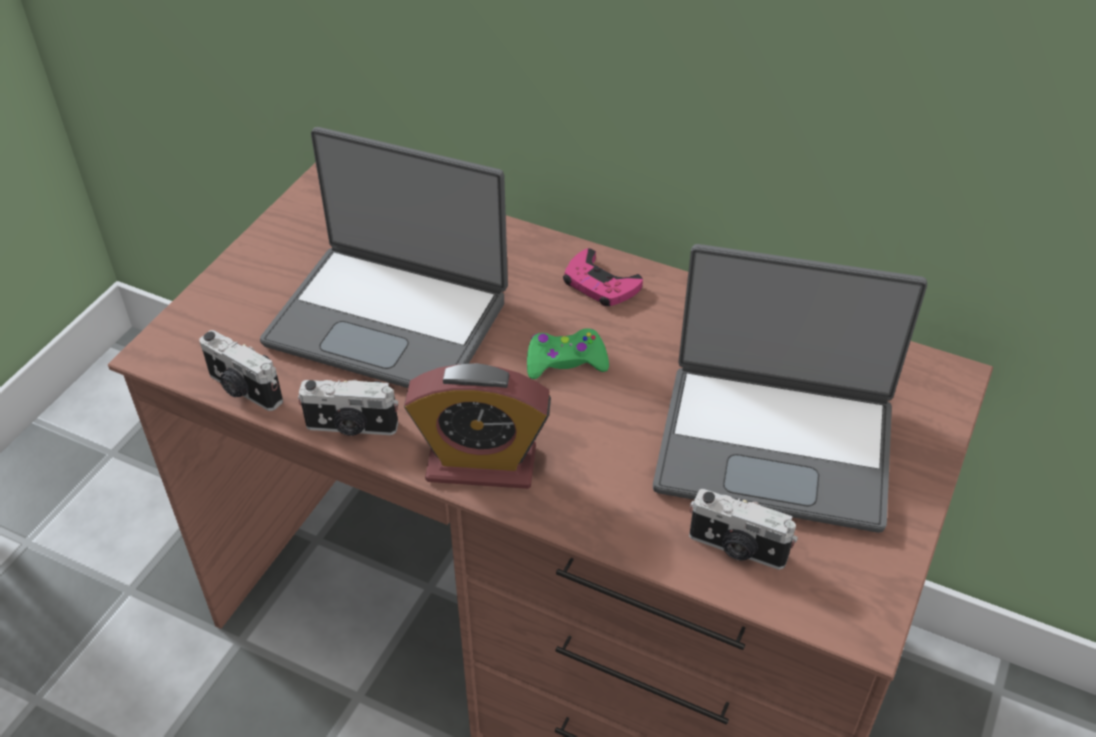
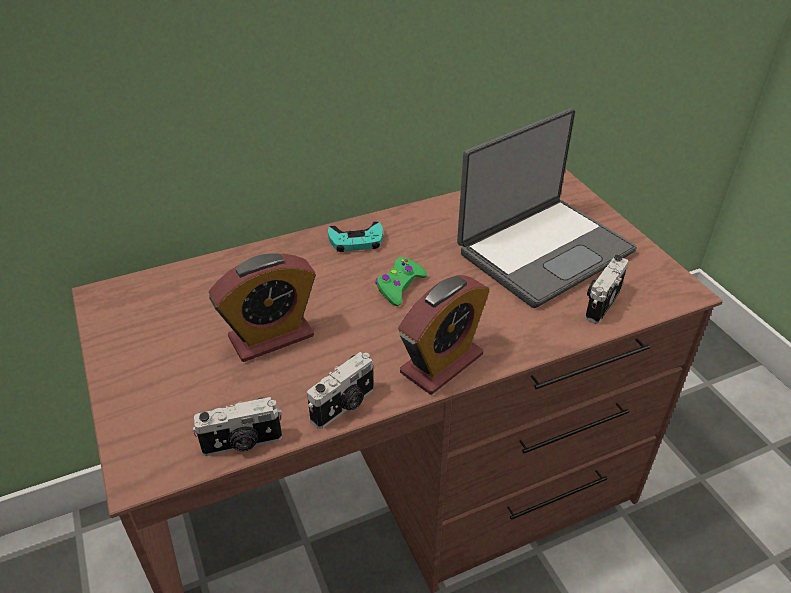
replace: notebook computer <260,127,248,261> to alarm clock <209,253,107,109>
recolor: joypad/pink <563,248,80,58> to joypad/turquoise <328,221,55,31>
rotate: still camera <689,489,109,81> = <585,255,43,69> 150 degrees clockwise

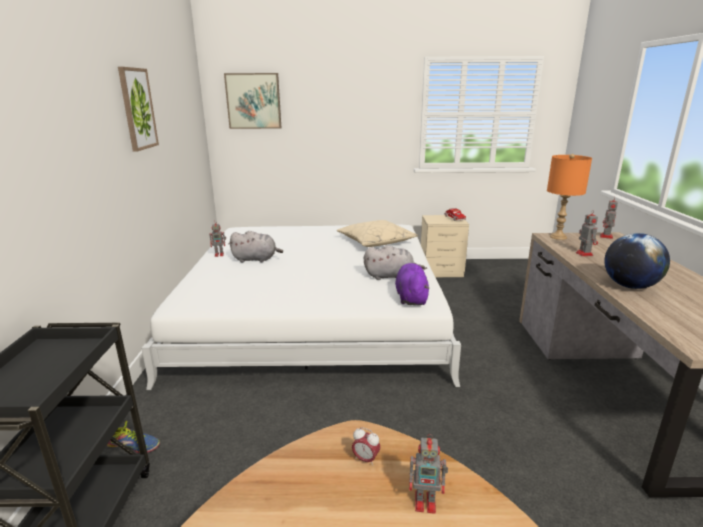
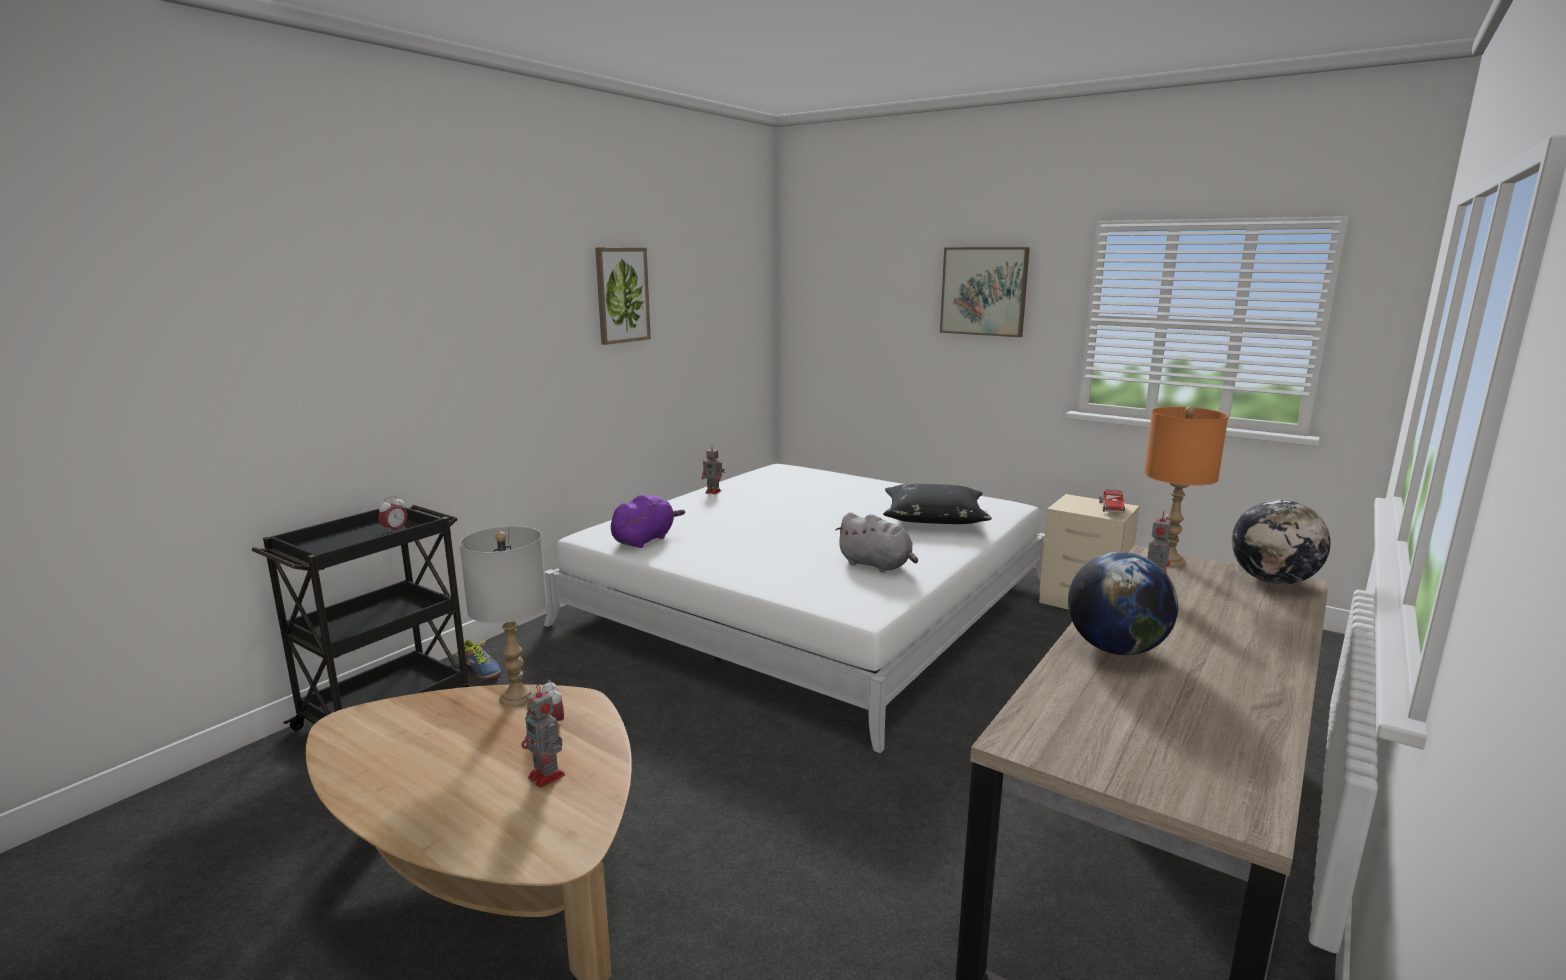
delete: soft toy/greyish <229,231,54,32>
insert: alarm clock <378,496,30,38>; tabletop lamp/greyish <459,526,88,180>
move: soft toy/purplish <395,263,34,42> to <611,495,74,53>; wall picture <224,73,57,56> to <940,247,90,90>
replace: toy robot <600,197,18,42> to desk globe <1232,500,98,84>
recolor: throw pillow/sand-coloured <337,220,81,27> to throw pillow/blackish <883,484,109,40>

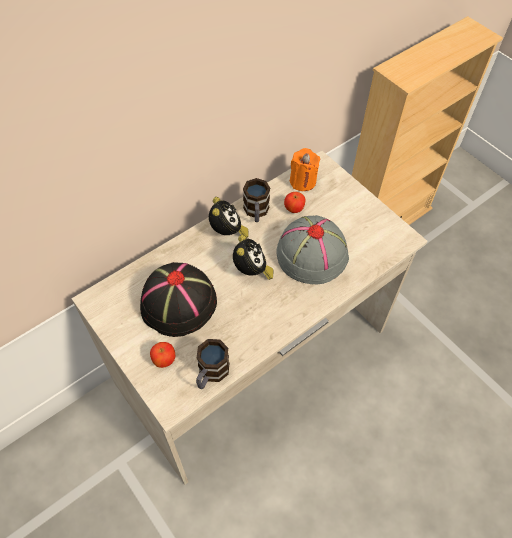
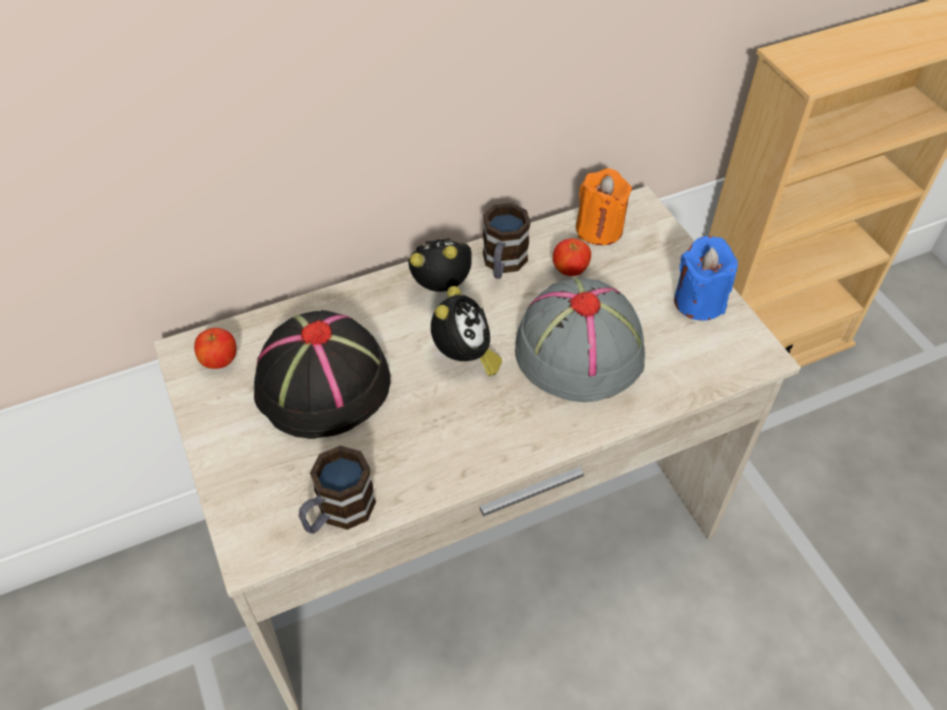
insert: wax light/blue-coloured <674,236,64,85>
move: apple fruit <150,342,25,26> to <194,328,42,41>
rotate: alarm clock <209,197,40,41> = <408,238,64,54> 105 degrees counterclockwise

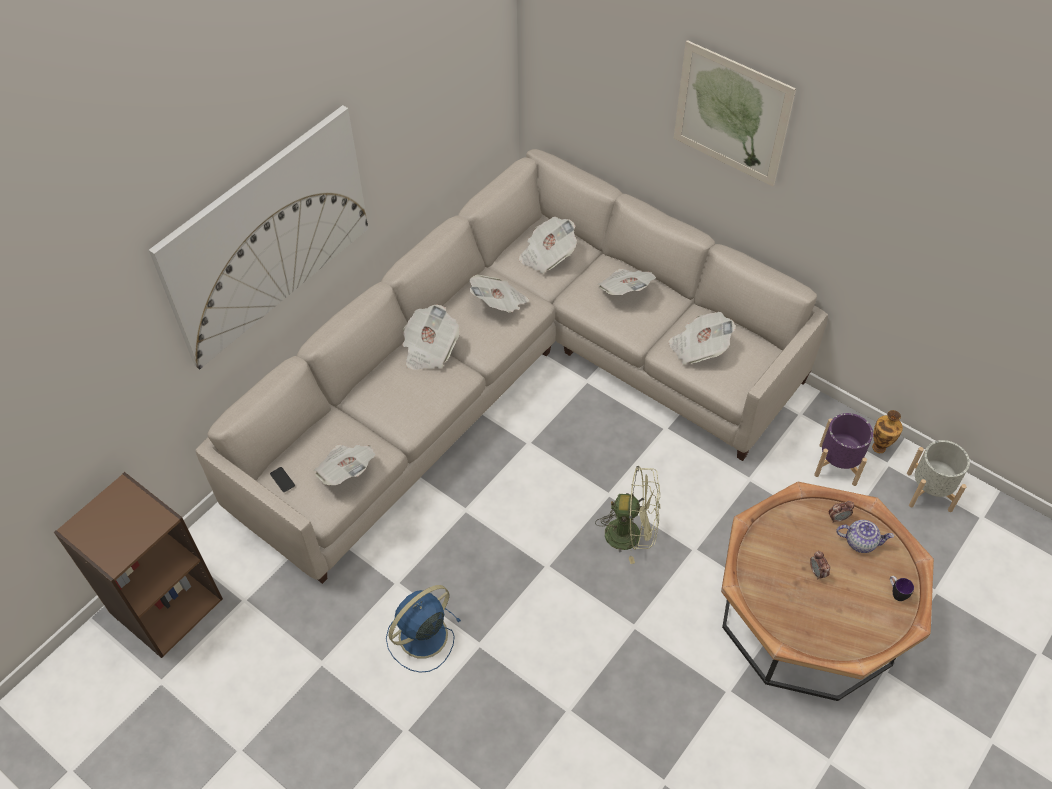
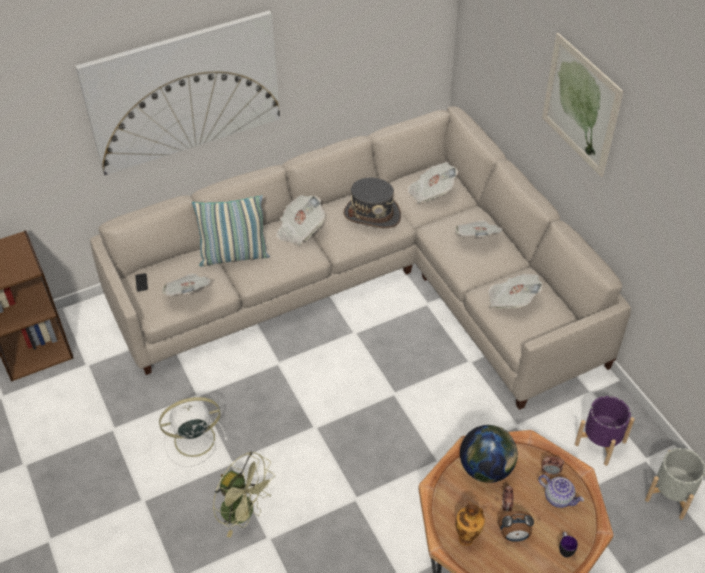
insert: throw pillow <192,195,78,72>; desk globe <460,425,58,58>; alarm clock <498,511,36,31>
move: electric fan/green-coloured <595,466,65,98> to <213,451,62,87>; decorative vase <872,410,31,43> to <456,503,29,43>
replace: daily paper <469,275,60,38> to clothing hat/greyish <343,178,58,50>
recolor: electric fan/blue-coloured <386,585,75,88> to electric fan/white-coloured <159,397,69,70>

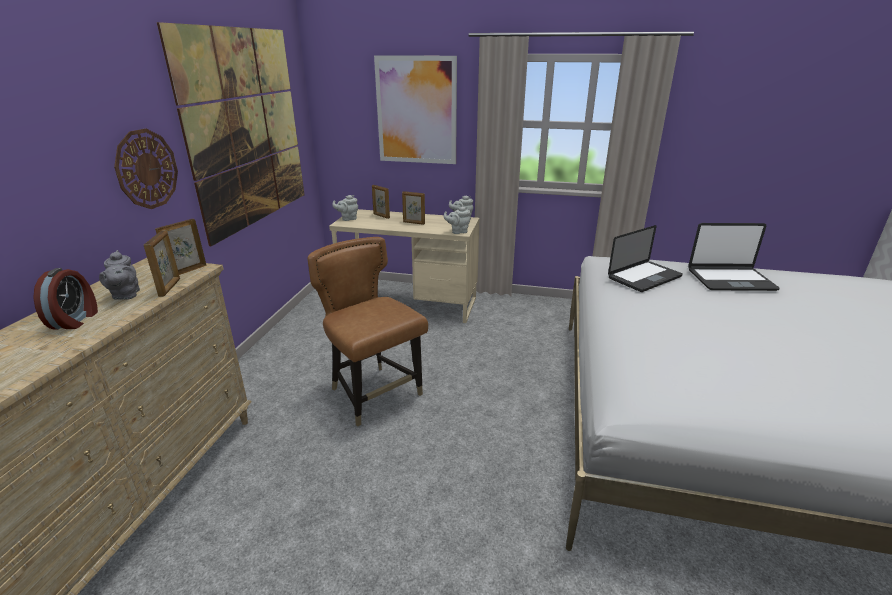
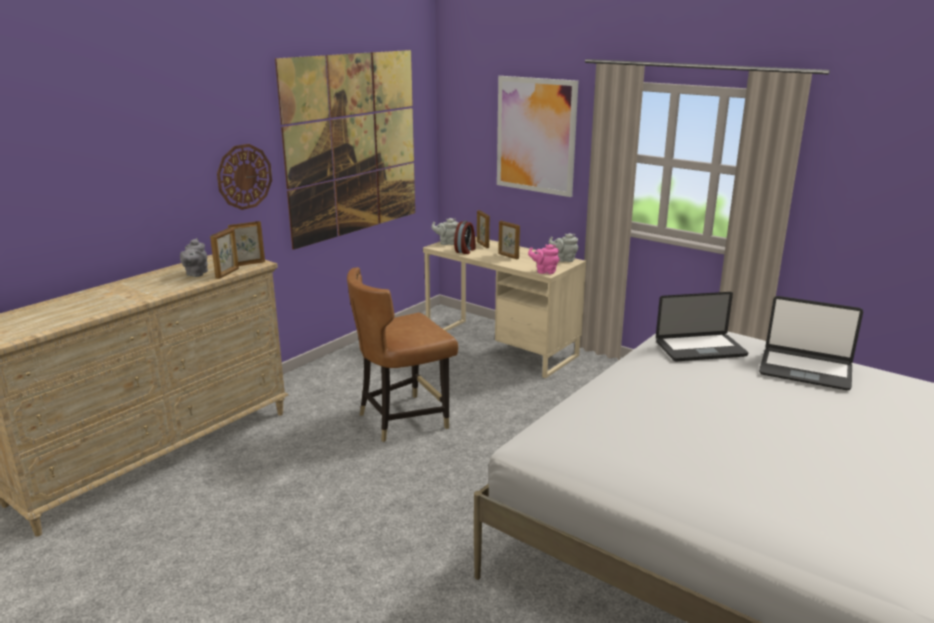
move: alarm clock <33,268,65,62> to <454,221,22,33>
recolor: pot for tea/greyish <443,206,27,28> to pot for tea/pink <528,244,31,30>
rotate: chair/brown-coloured <307,237,121,190> = <347,267,111,175> 105 degrees counterclockwise

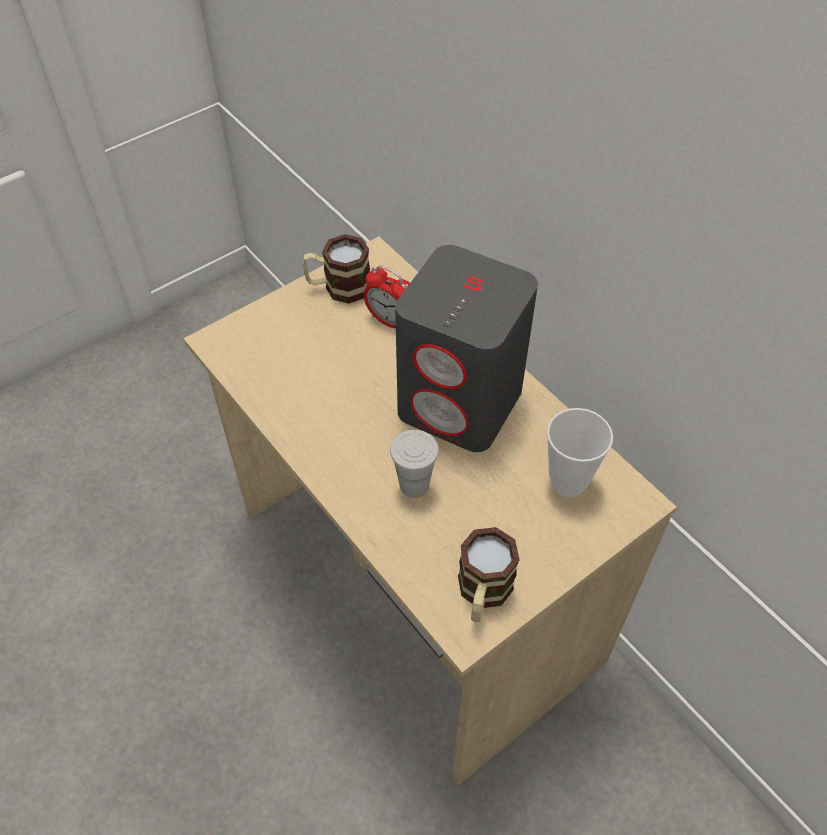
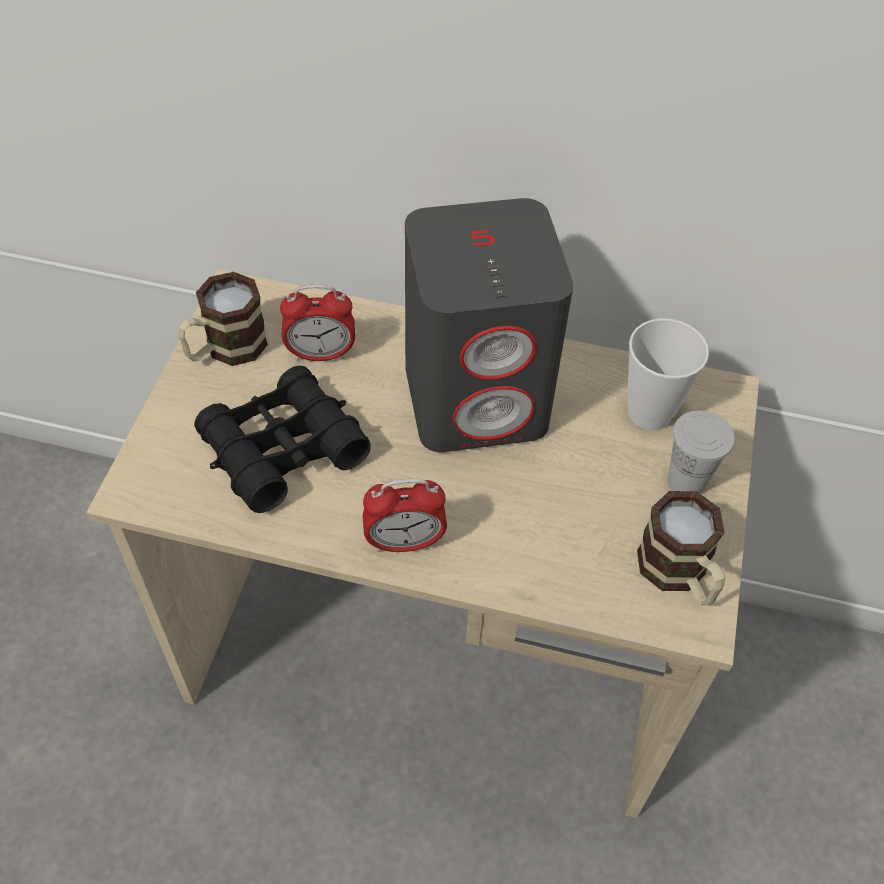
insert: pair of binoculars/blackish <194,366,177,147>; alarm clock <363,479,84,73>
move: drinking cup/white-coloured <390,430,49,68> to <668,410,67,84>

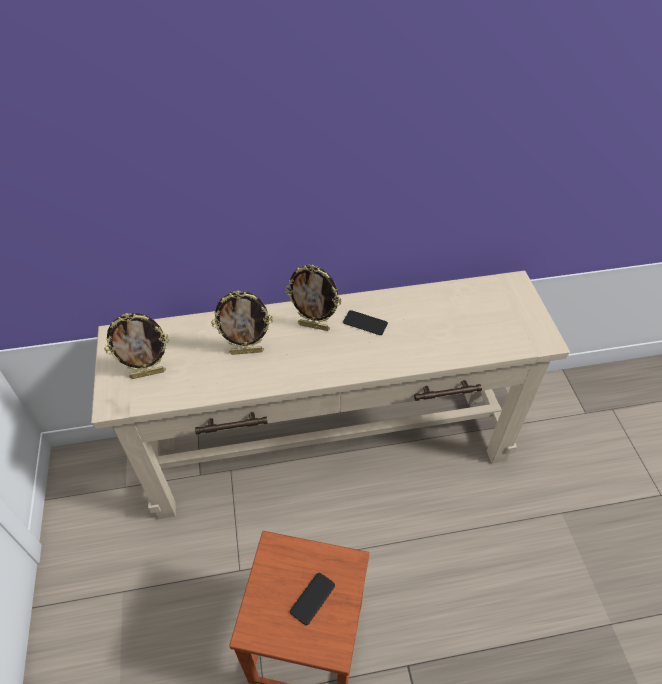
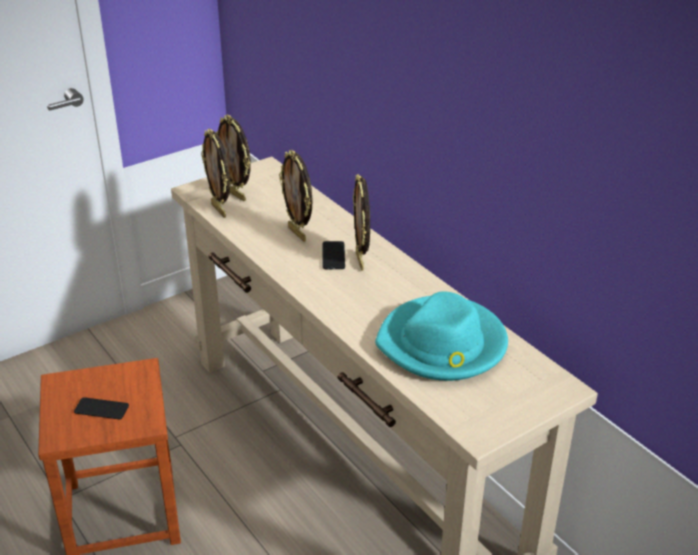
insert: picture frame <201,128,29,90>; clothing hat/turquoise <375,292,133,89>
move: phone <343,310,45,25> to <323,241,22,28>

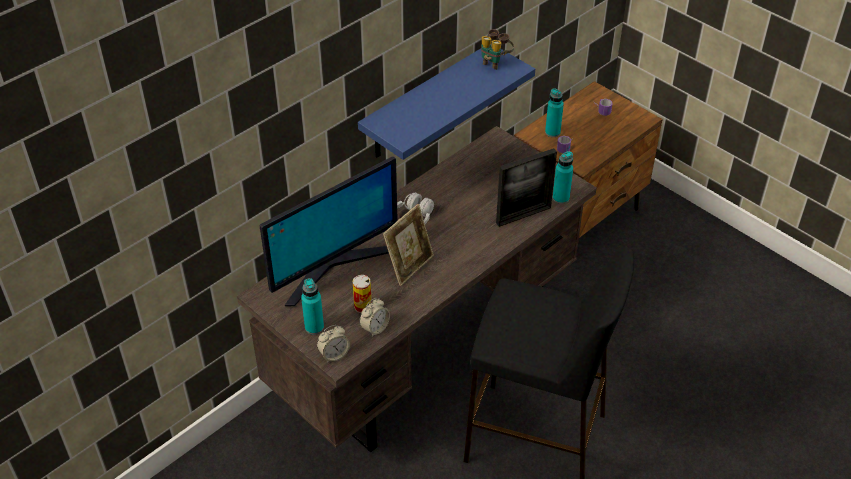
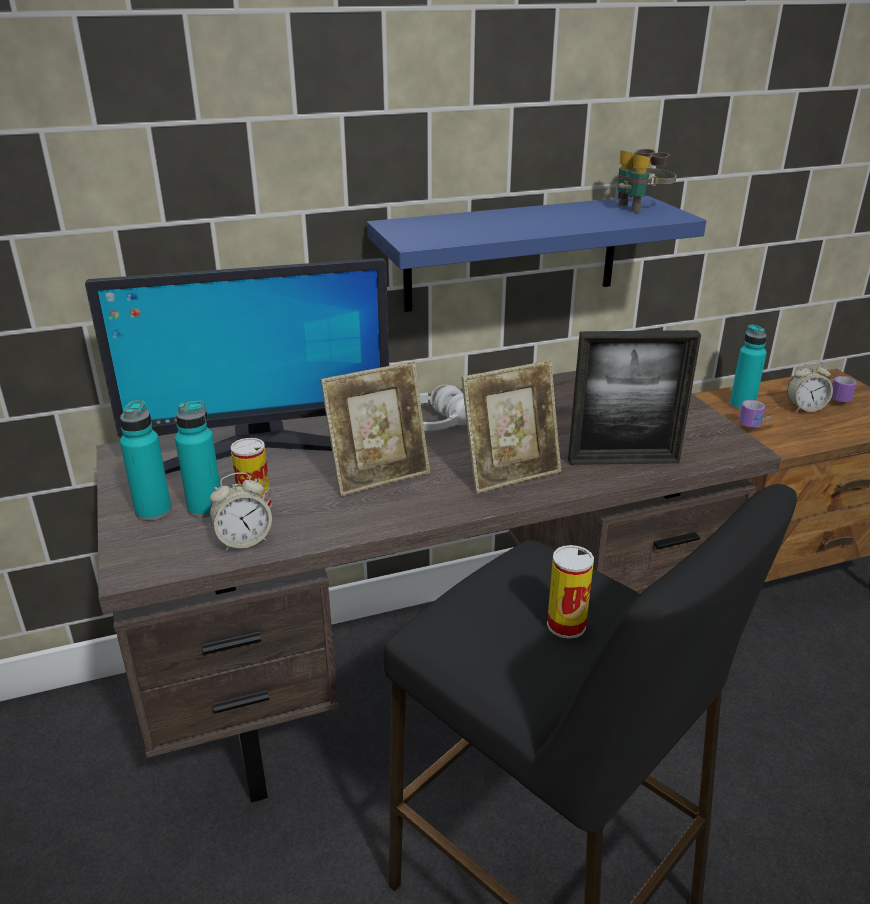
insert: picture frame <462,361,99,133>; sealed can <547,545,47,94>
move: drink bottle/turquoise <553,151,20,53> to <175,401,45,117>; alarm clock <317,325,33,38> to <787,360,46,52>

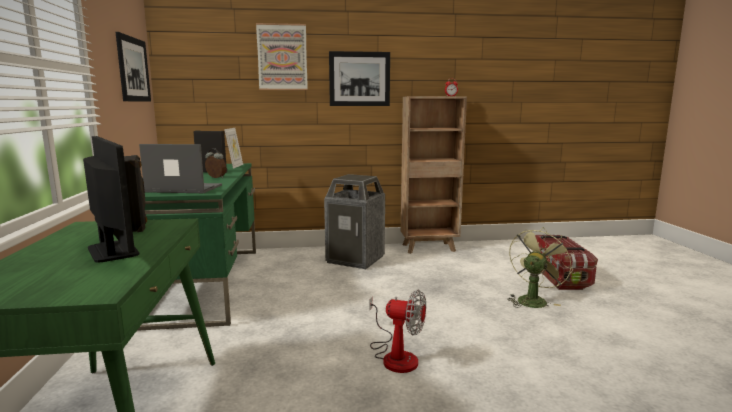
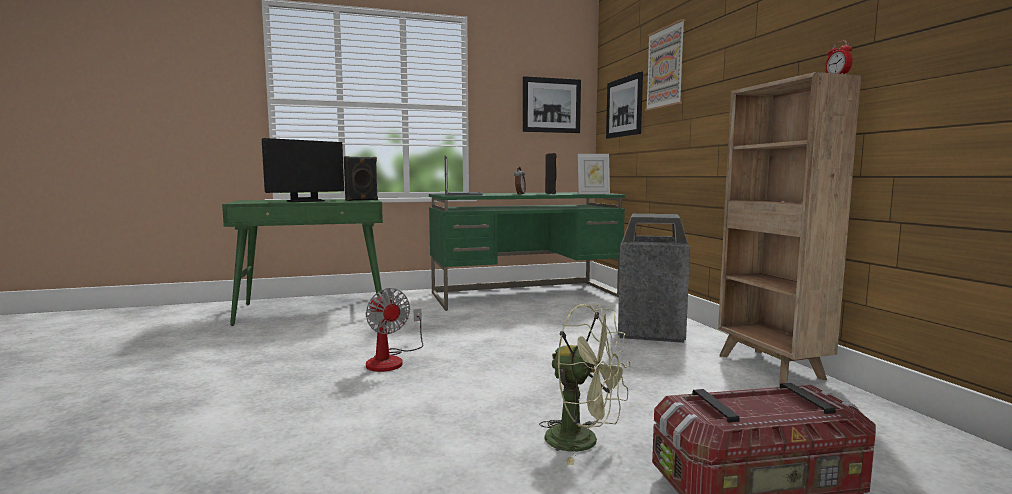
move: wall picture <329,51,61,55> to <606,71,37,68>
rotate: electric fan <369,290,57,83> = <366,288,57,84> 45 degrees counterclockwise

